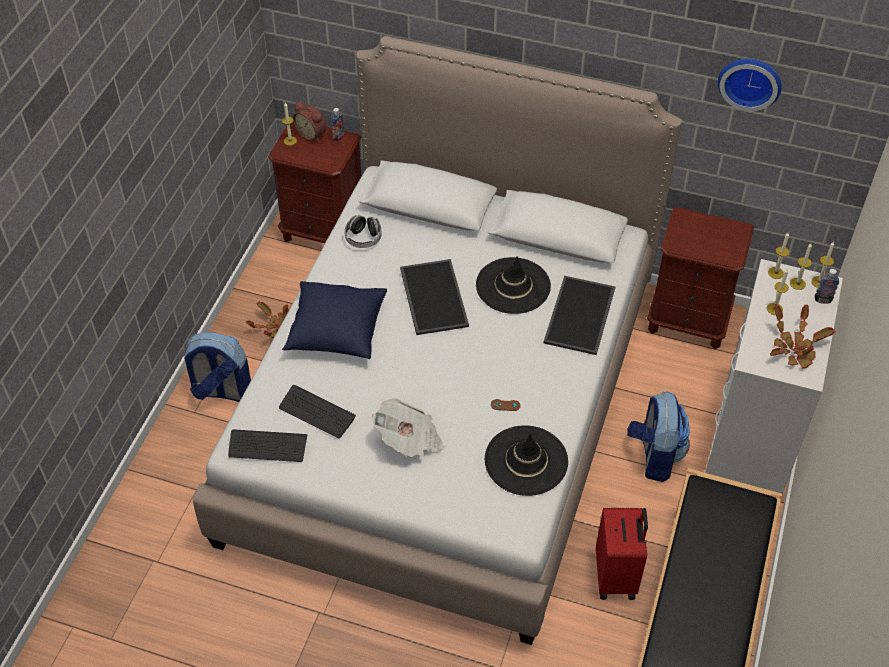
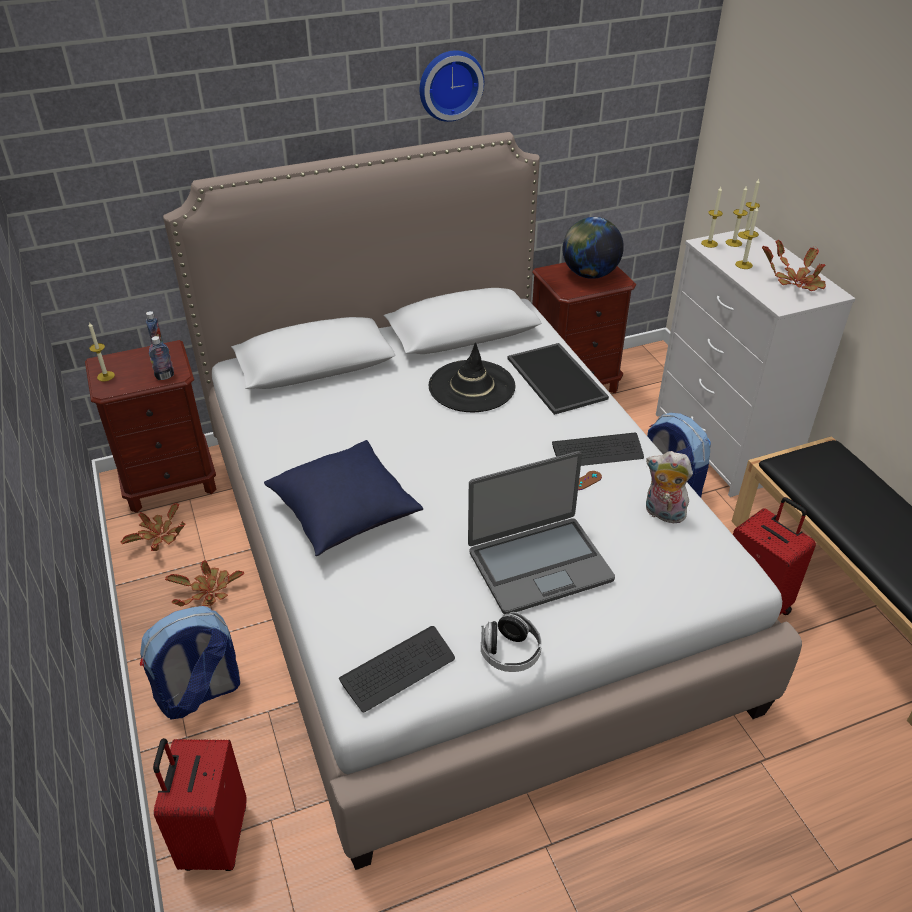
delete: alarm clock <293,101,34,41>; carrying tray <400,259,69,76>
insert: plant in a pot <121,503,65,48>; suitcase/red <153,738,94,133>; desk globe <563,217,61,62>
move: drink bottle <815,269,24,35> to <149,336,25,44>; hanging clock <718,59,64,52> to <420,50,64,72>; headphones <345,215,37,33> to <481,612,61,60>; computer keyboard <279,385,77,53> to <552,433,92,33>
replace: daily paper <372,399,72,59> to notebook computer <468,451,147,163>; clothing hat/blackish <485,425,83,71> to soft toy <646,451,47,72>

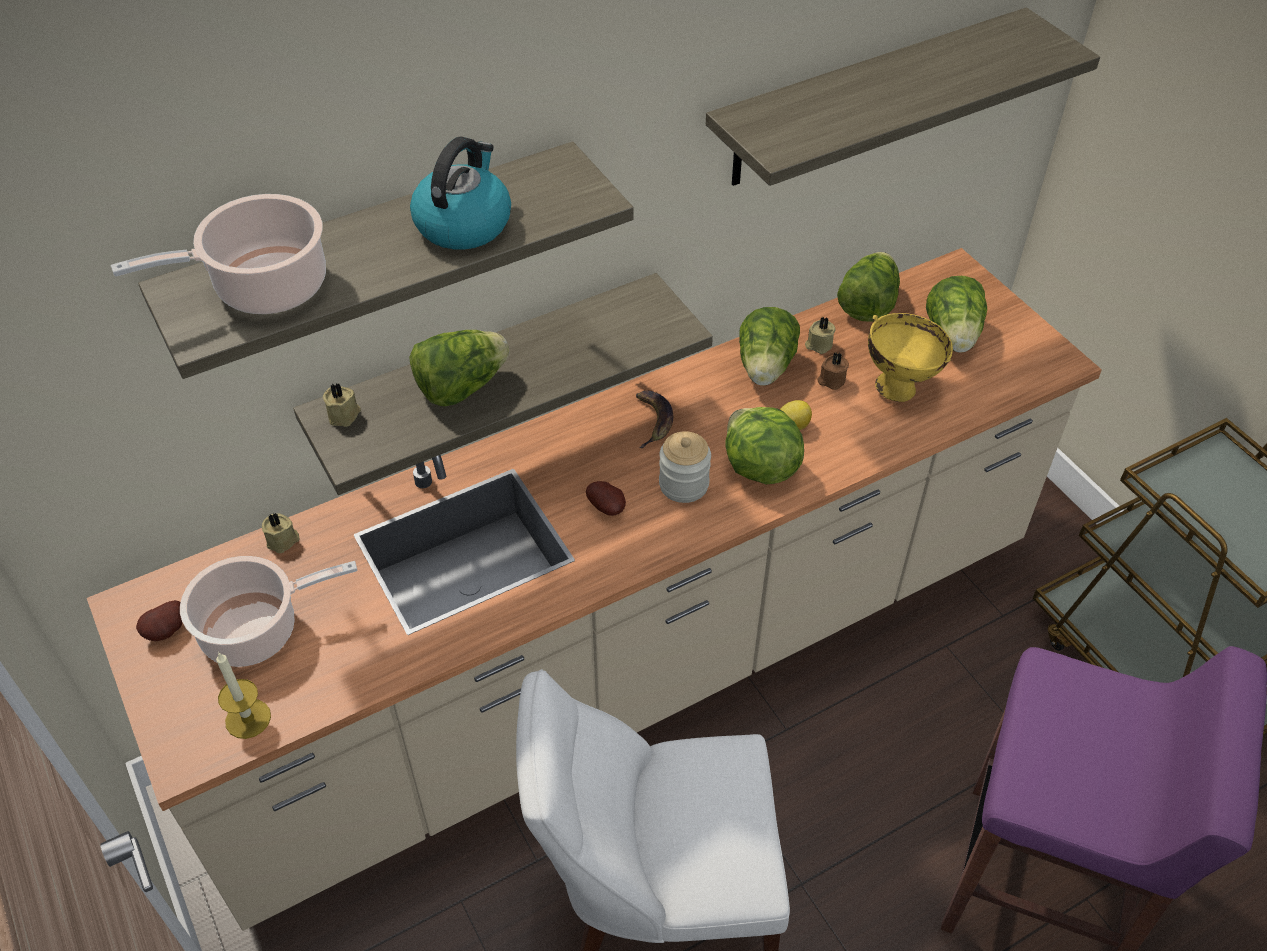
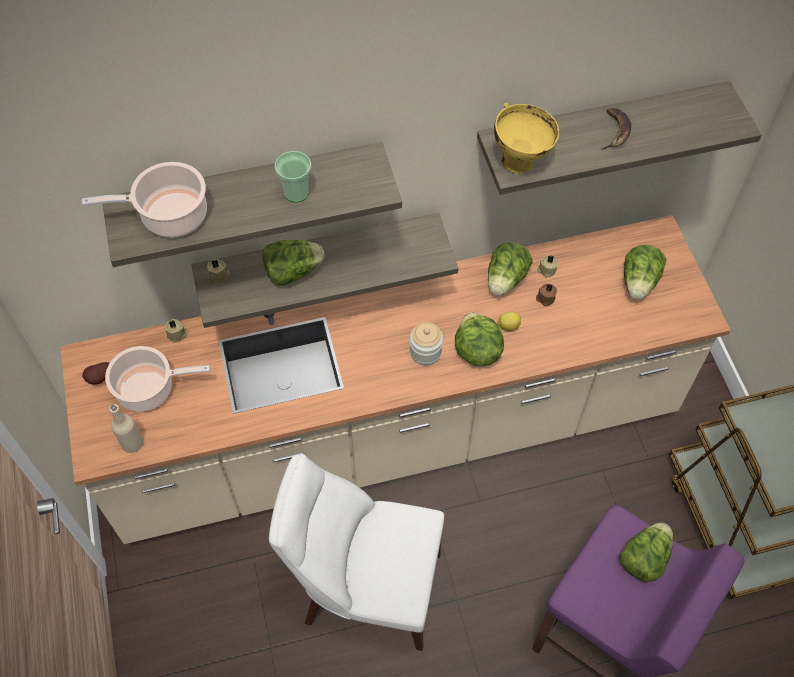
delete: spud <586,481,40,35>
move: bowl/yellow-coloured <868,313,85,89> to <494,103,66,71>; banana <636,391,37,57> to <601,108,30,42>; head of lettuce <837,252,63,70> to <619,523,54,59>
replace: wax light <216,652,55,87> to drink bottle/sand-coloured <109,404,34,49>; kettle <410,137,101,113> to drinking cup <275,151,36,52>

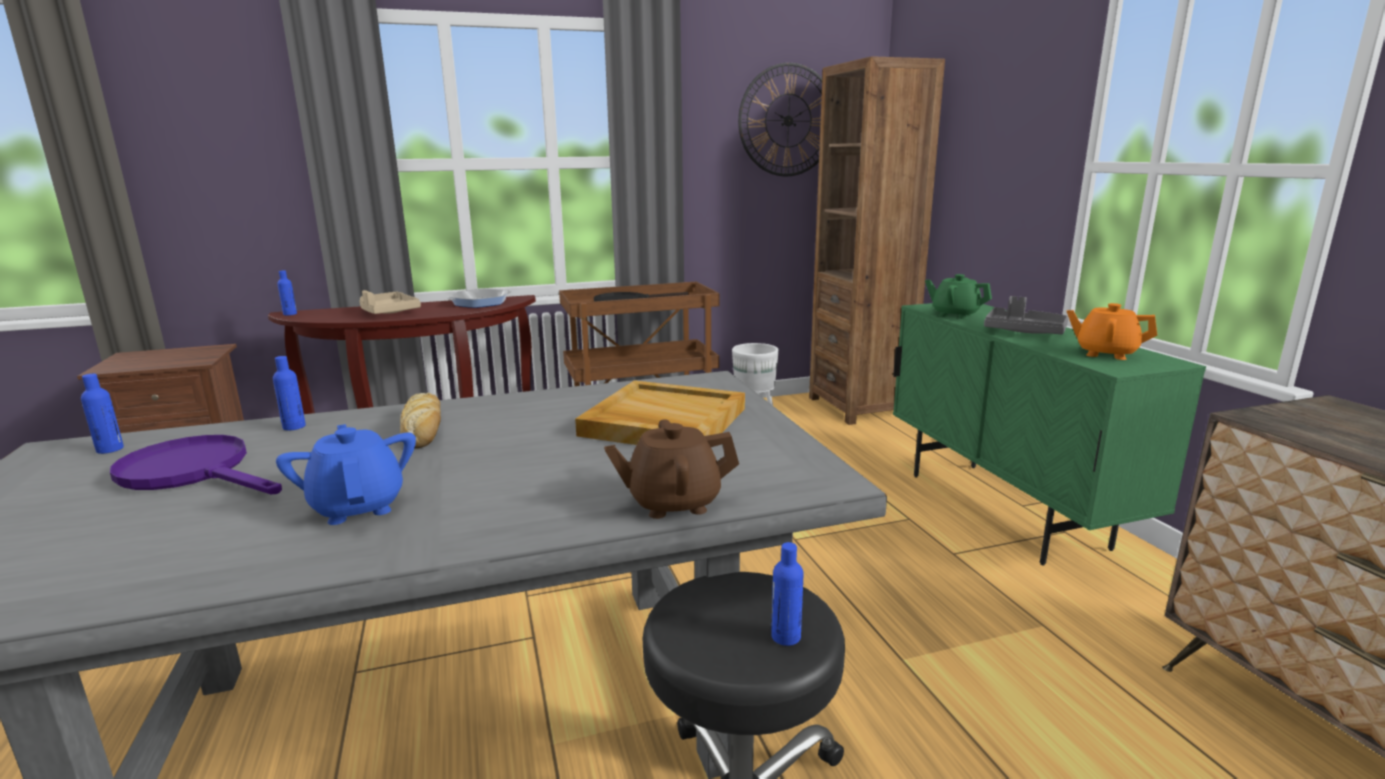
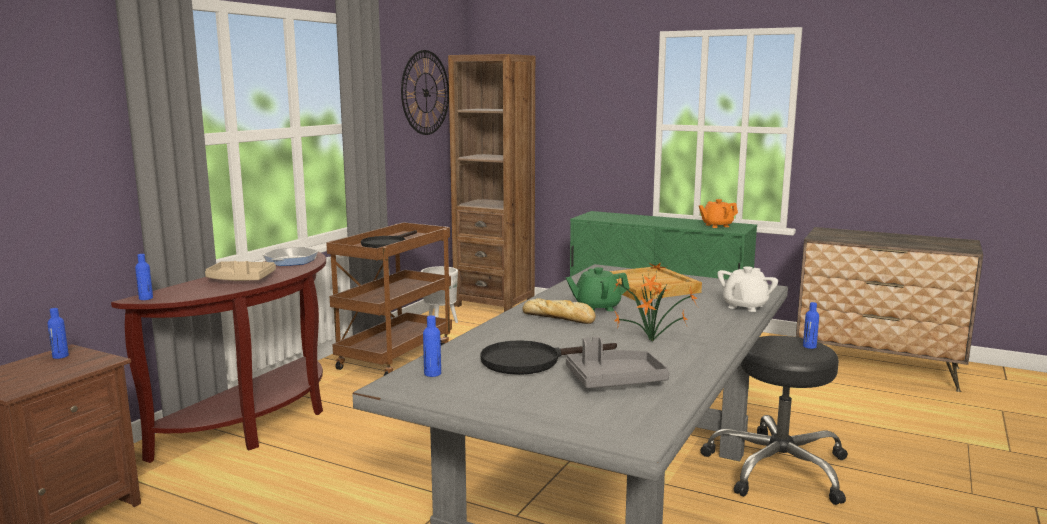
move: drink bottle/blue-coloured <273,356,33,74> to <47,308,22,51>; pot for tea/green-coloured <925,274,67,45> to <566,267,64,45>; carrying tray/greyish <984,296,84,38> to <566,337,103,51>
replace: pot for tea/blue-coloured <276,424,140,101> to plant in a pot <615,263,82,79>
recolor: frying pan/purplish <110,435,172,59> to frying pan/blackish <481,340,136,35>; pot for tea/brown-coloured <604,419,135,100> to pot for tea/white-coloured <717,266,61,46>

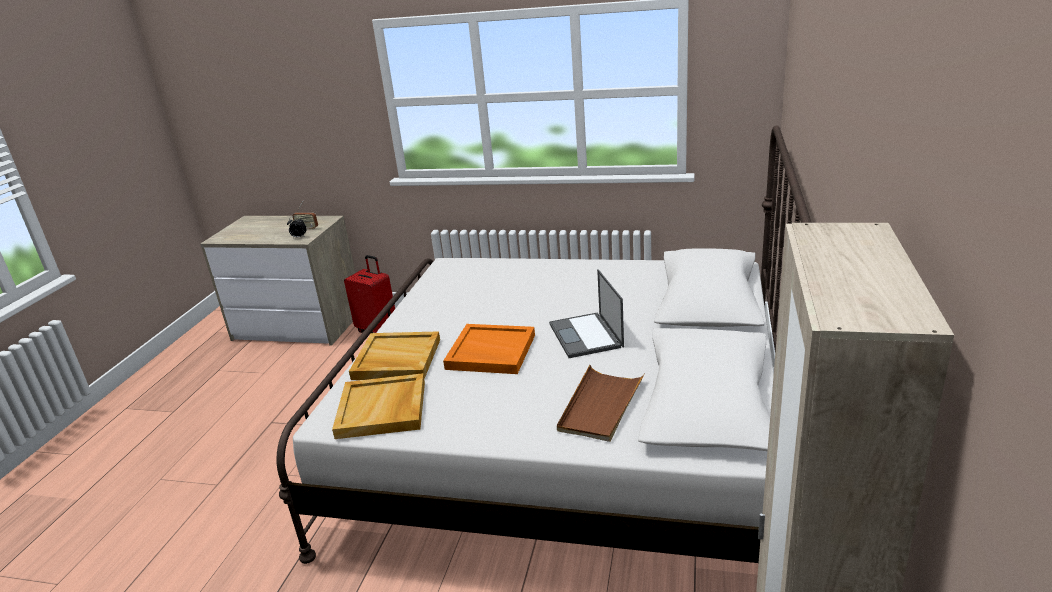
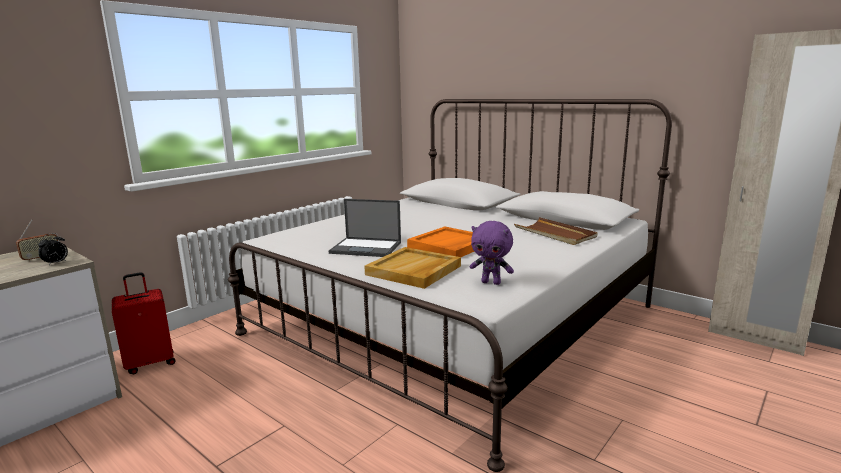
move: notebook computer <549,269,75,89> to <329,199,72,58>
replace: carrying tray/sand-coloured <332,373,93,66> to soft toy/purplish <470,221,44,64>

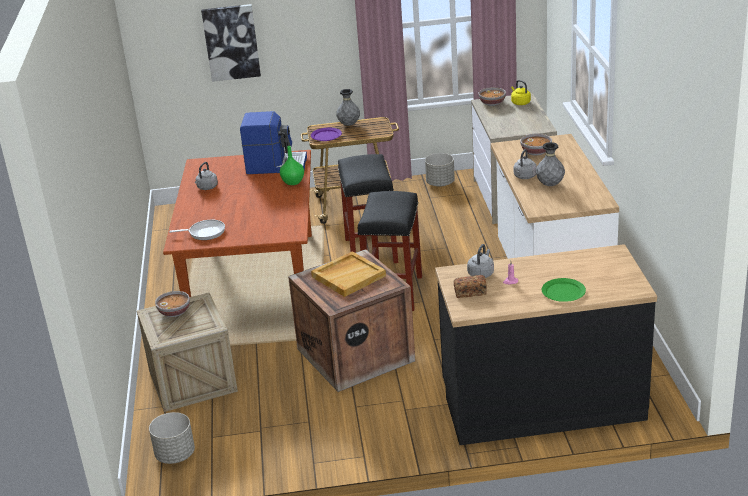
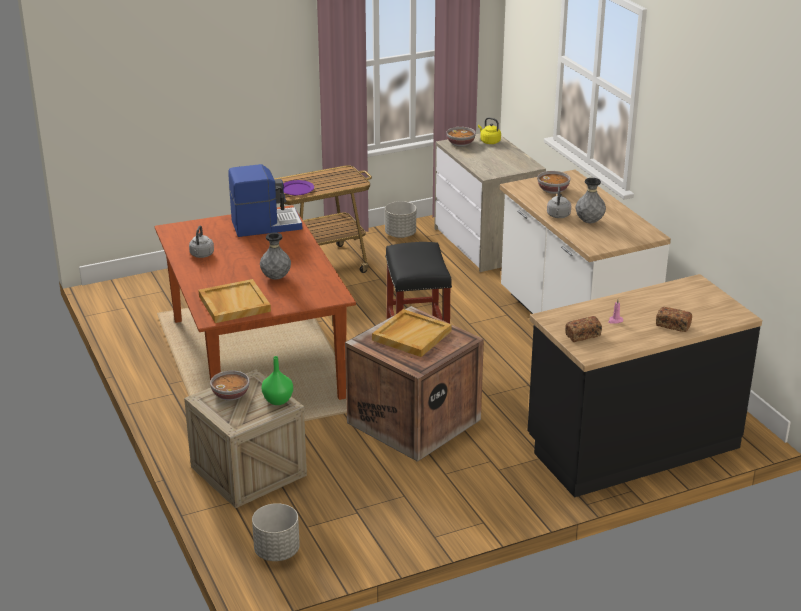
delete: wall picture <201,4,60,78>; stool seat/blackish <338,154,60,109>; kettle/greyish <467,244,27,34>
move: decorative vase/greyish <336,89,24,37> to <260,233,31,47>; decorative vase/green-coloured <280,146,24,39> to <262,356,31,49>
replace: frying pan <169,220,56,20> to carrying tray/sand-coloured <199,279,72,44>; dinner plate/green-coloured <542,278,44,24> to bread <656,307,36,25>

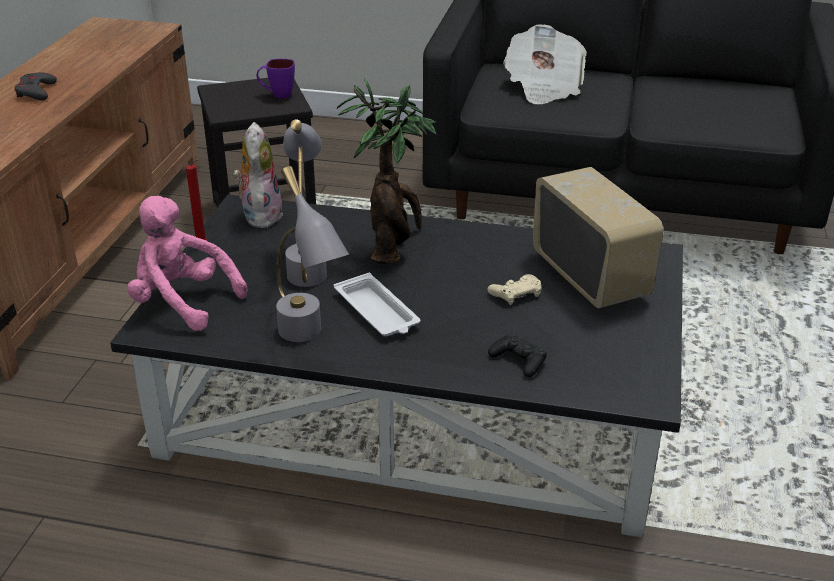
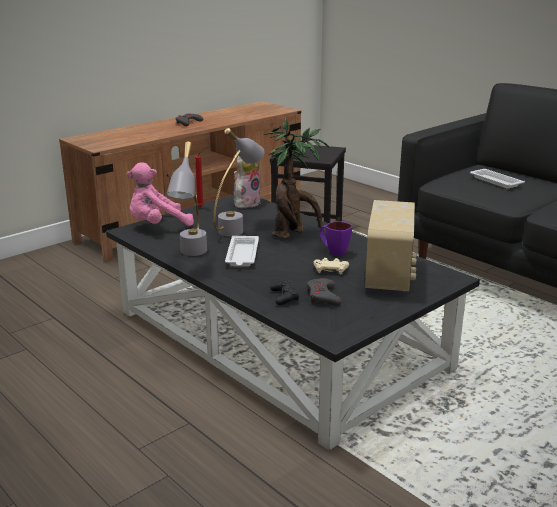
insert: joypad/greyish <307,278,35,28>
move: coffee mug/purplish <256,59,39,39> to <320,221,32,35>
replace: daily paper <503,24,84,80> to carrying tray/white-coloured <470,169,55,20>
rotate: soft toy/pink <127,196,120,135> = <127,162,67,64> 90 degrees counterclockwise

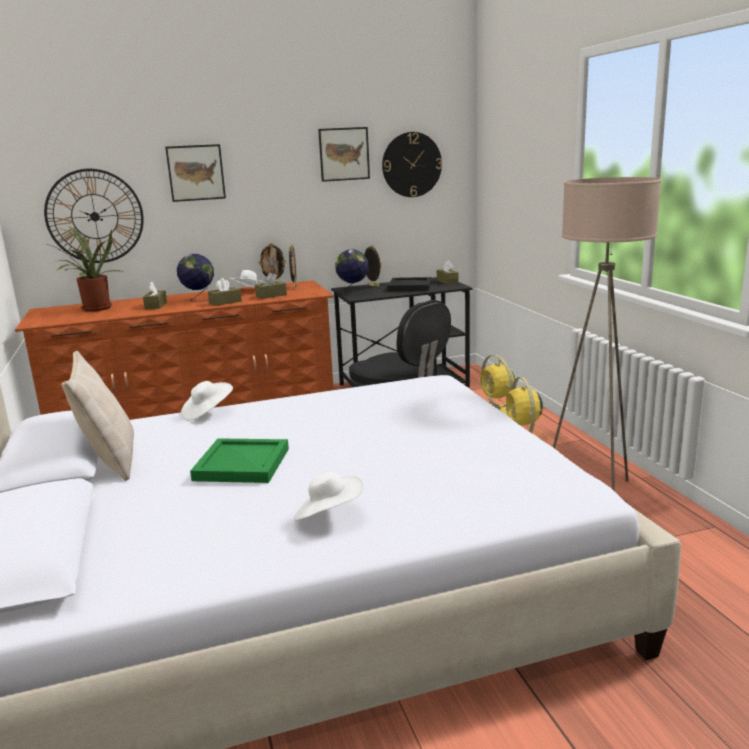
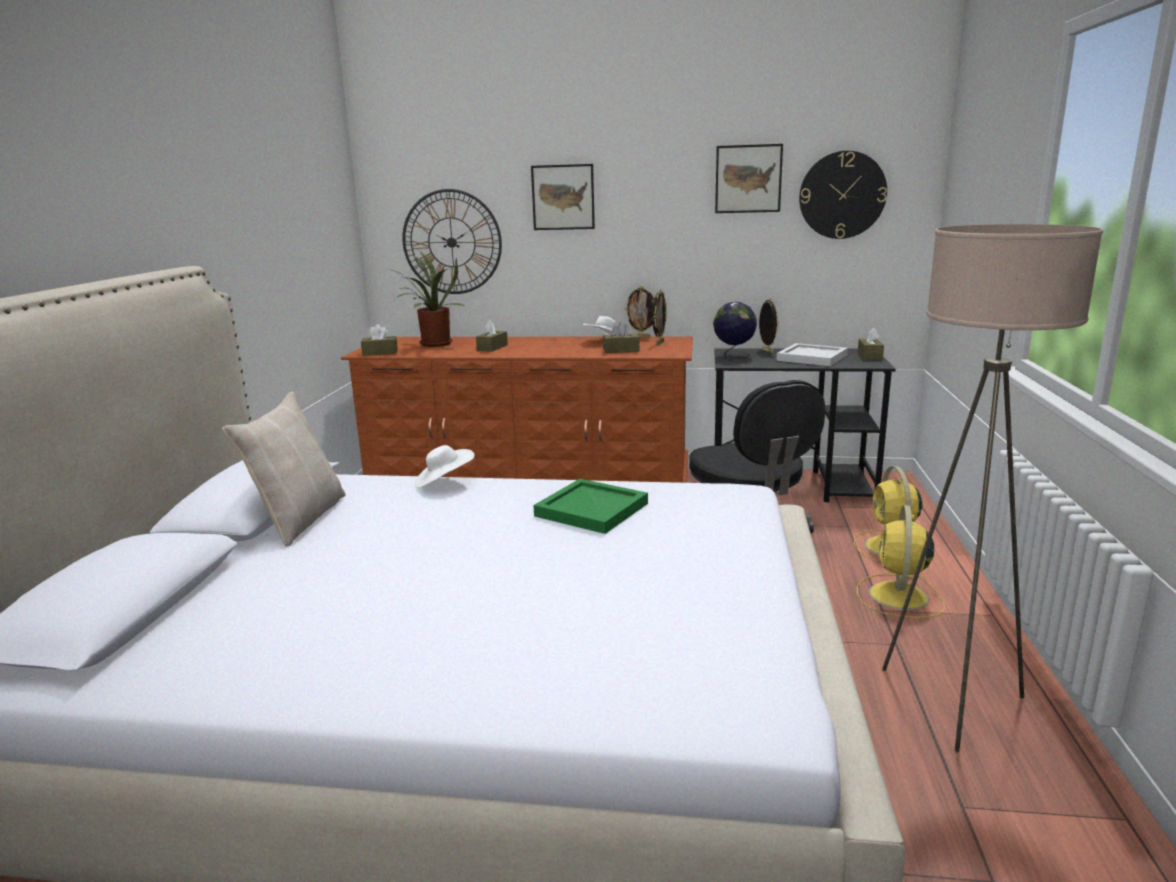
delete: desk globe <177,254,37,47>; clothing hat/white-coloured <294,472,70,49>
move: box of tissues/brown-coloured <208,278,34,28> to <361,324,37,32>; carrying tray/green-coloured <190,438,99,45> to <533,479,115,55>
recolor: carrying tray/blackish <387,277,45,14> to carrying tray/white-coloured <776,343,72,23>

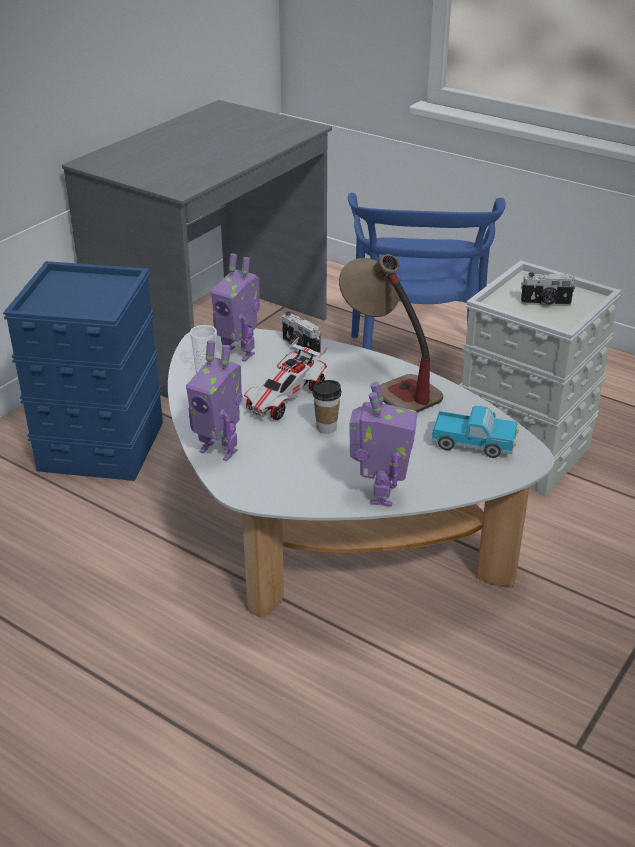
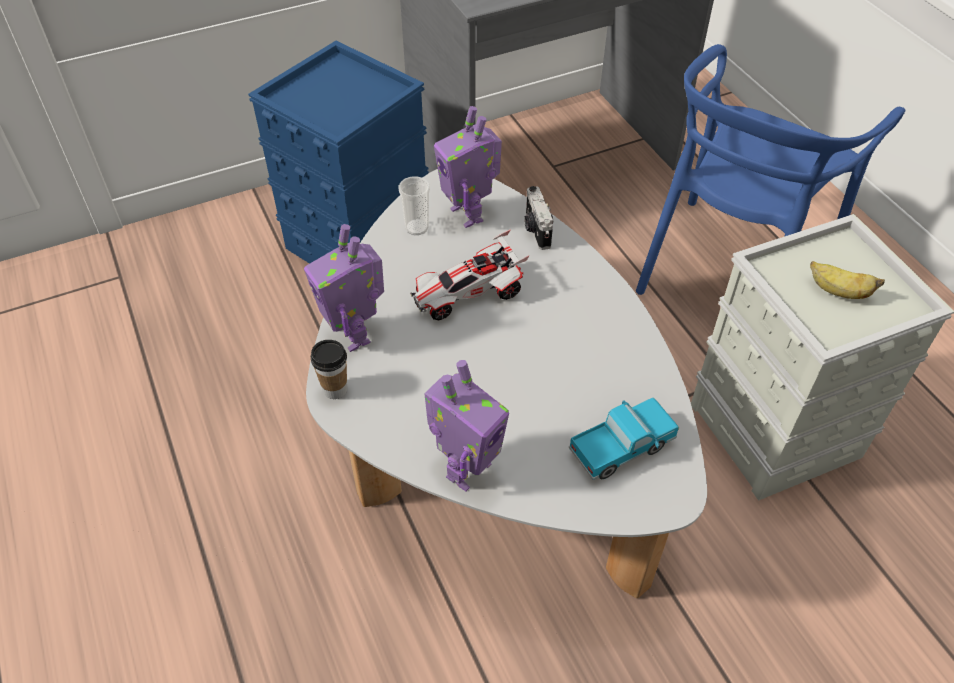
delete: tabletop lamp <339,254,104,158>
move: drinking cup <312,380,29,54> to <311,340,36,59>
replace: still camera <521,272,55,34> to banana <810,261,75,38>
rotate: toy truck <431,406,88,52> = <569,398,110,82> 75 degrees counterclockwise

